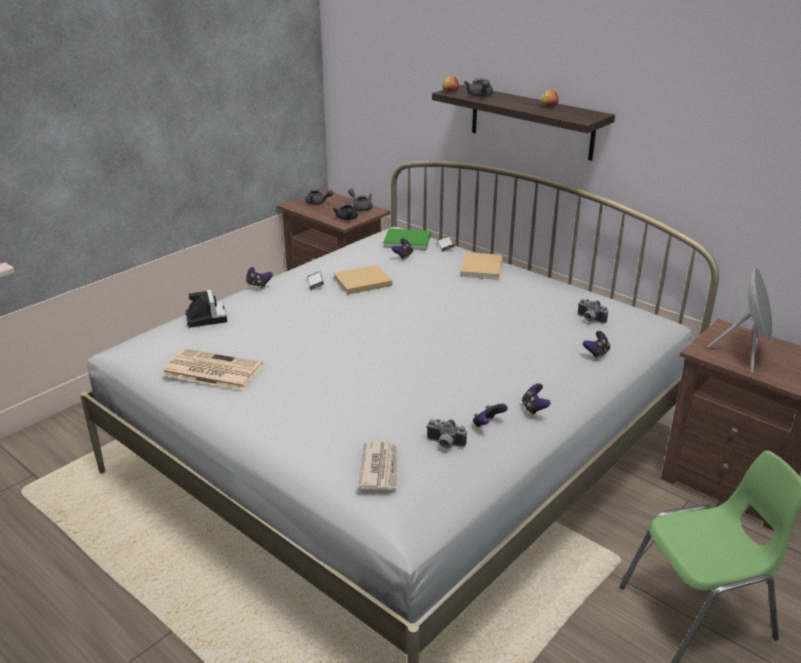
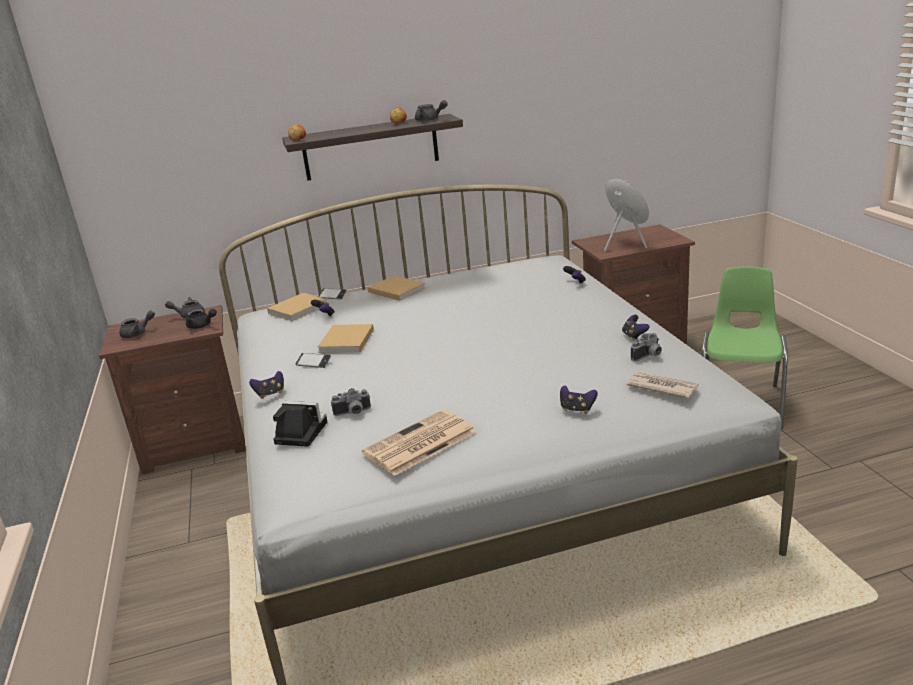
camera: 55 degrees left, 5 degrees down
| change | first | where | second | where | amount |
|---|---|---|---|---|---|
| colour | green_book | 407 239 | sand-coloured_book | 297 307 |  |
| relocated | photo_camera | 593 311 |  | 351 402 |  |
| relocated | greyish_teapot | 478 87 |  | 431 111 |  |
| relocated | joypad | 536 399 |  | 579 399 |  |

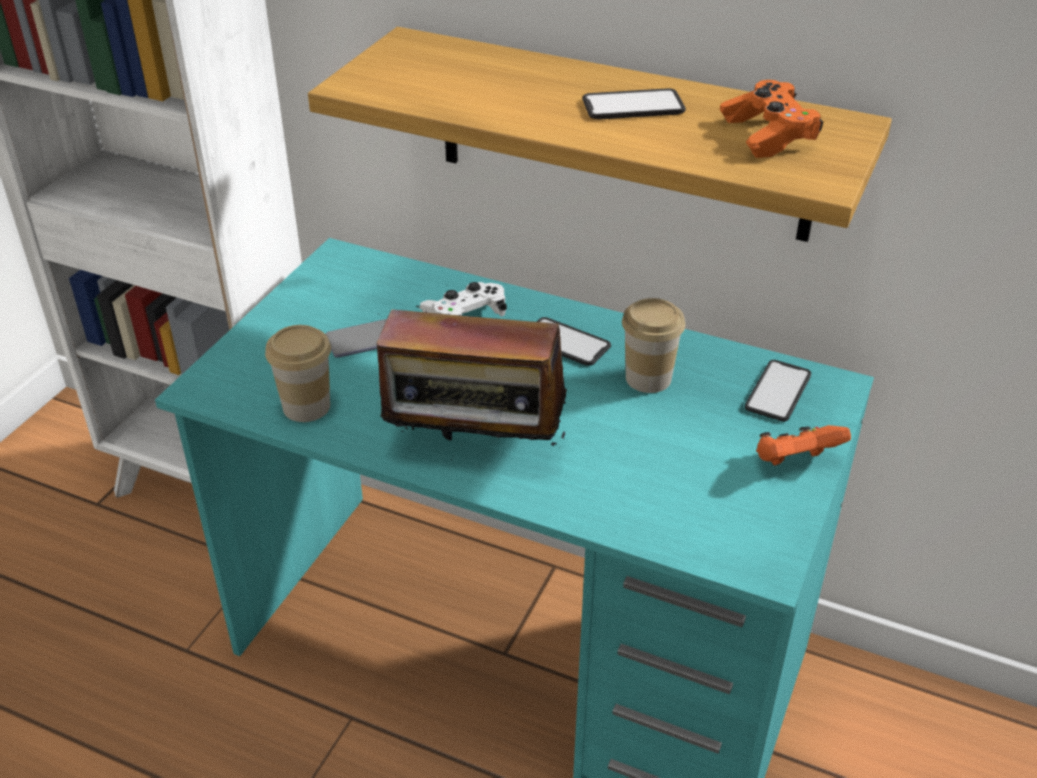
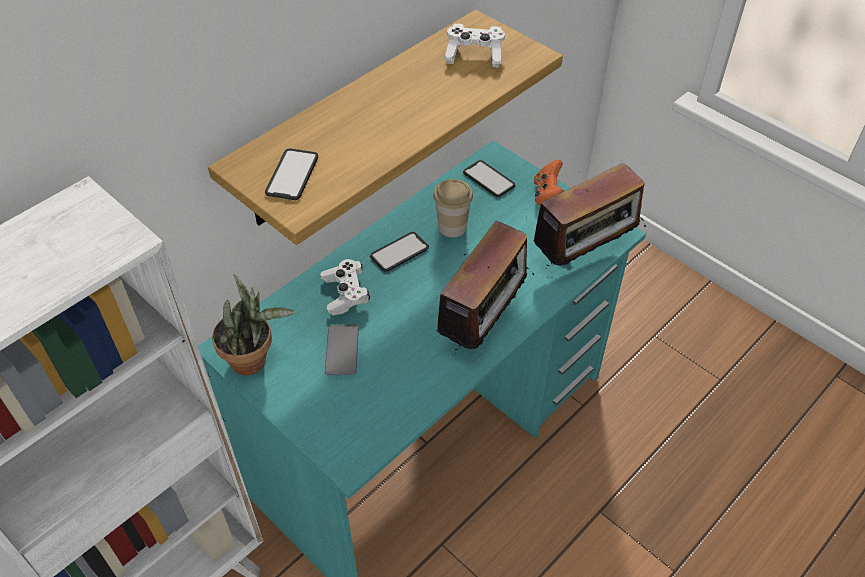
camera: 70 degrees left, 10 degrees up
| change | first | where | second | where | amount |
|---|---|---|---|---|---|
| appeared |  |  | plant_in_a_pot | 254 324 |  |
| relocated | telephone | 634 104 |  | 291 174 |  |
| colour | orange-coloured_joypad | 772 119 | white-coloured_joypad | 474 45 |  |
| appeared |  |  | radio_set | 589 216 |  |
| missing | drinking_cup | 298 373 |  |  |  |

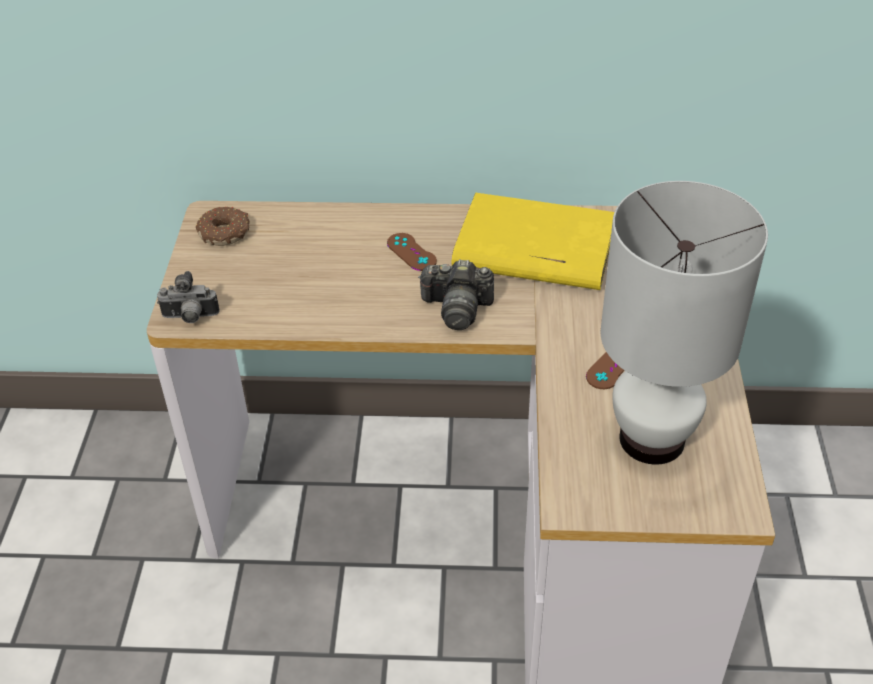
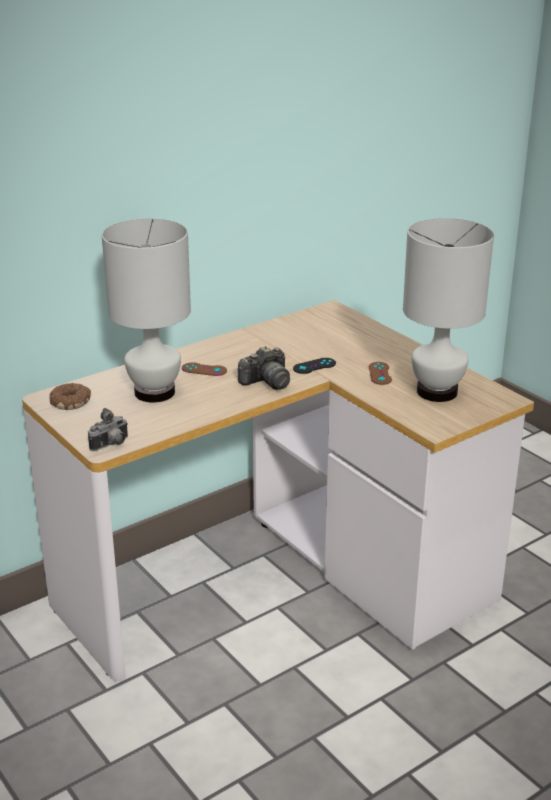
camera: 40 degrees left, 15 degrees down
| change | first | where | second | where | amount |
|---|---|---|---|---|---|
| appeared |  |  | white-coloured_lamp_for_a_table | 146 310 |  |
| appeared |  |  | blackish_joypad | 314 366 |  |
| missing | yellow_book | 533 241 |  |  |  |

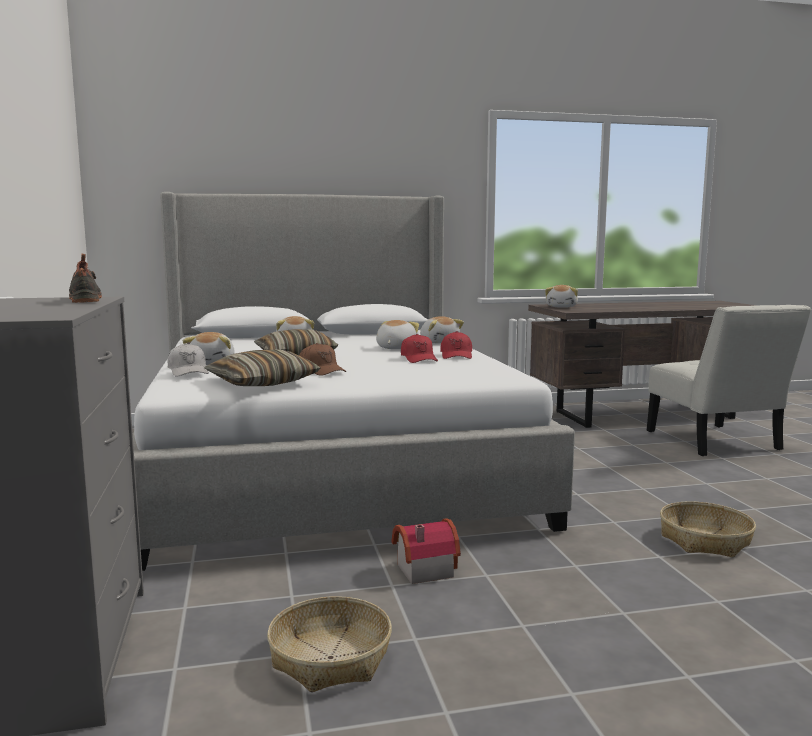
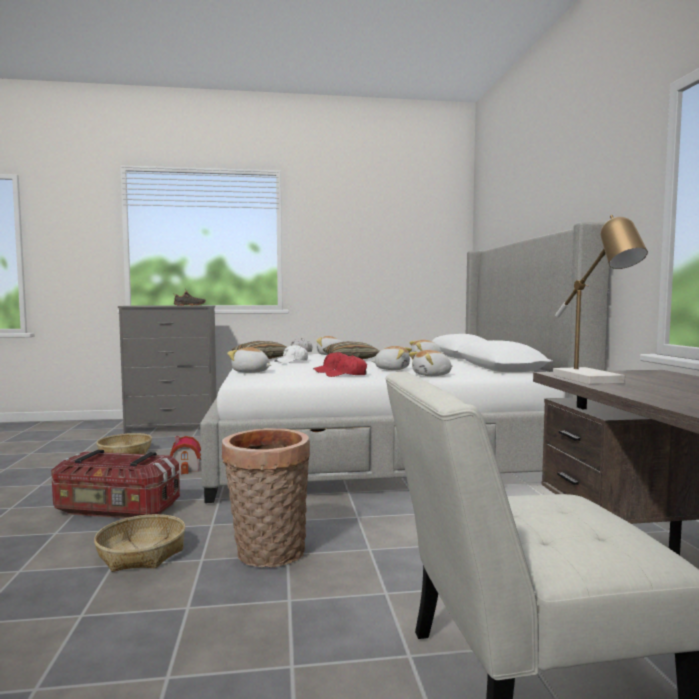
camera: 95 degrees right, 5 degrees down
| change | first | where | second | where | amount |
|---|---|---|---|---|---|
| appeared |  |  | storage_bin | 115 484 |  |
| appeared |  |  | household_basket | 266 498 |  |
| relocated | soft_toy | 561 296 |  | 249 360 |  |
| colour | brownish_peaked_cap | 322 359 | white-coloured_peaked_cap | 291 353 |  |
| appeared |  |  | lamp_for_a_table | 600 299 |  |

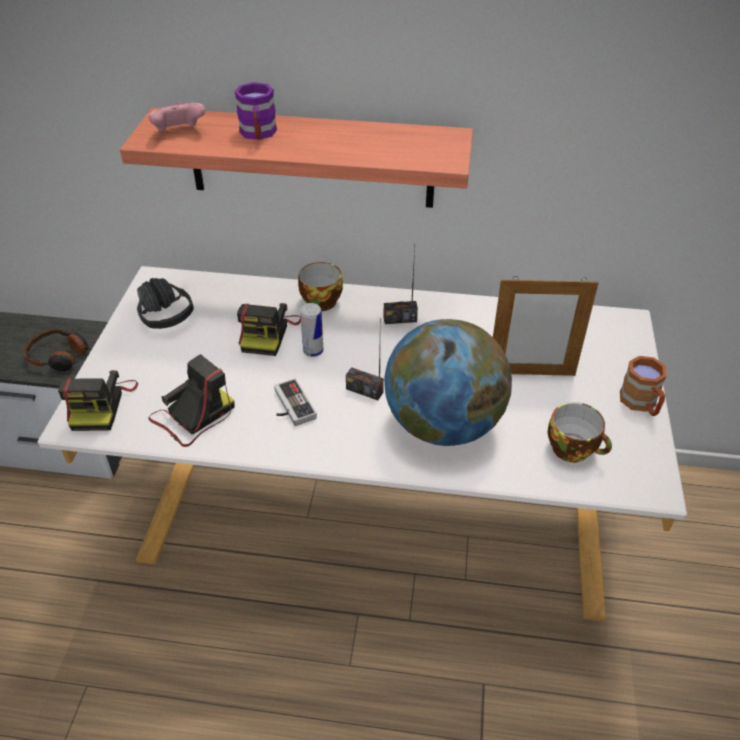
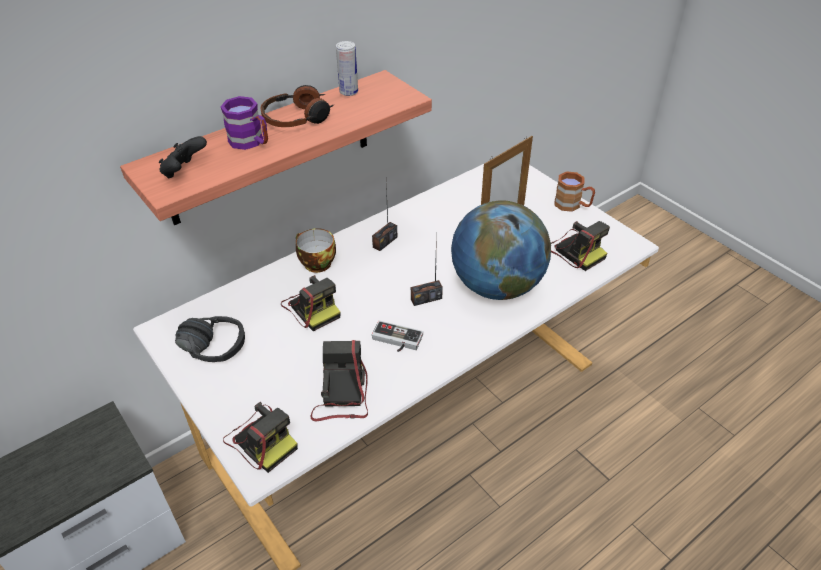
camera: 45 degrees left, 0 degrees up
| change | first | where | second | where | amount |
|---|---|---|---|---|---|
| colour | pinkish_joypad | 176 117 | blackish_joypad | 183 157 |  |
| relocated | pair_of_headphones | 57 350 |  | 297 106 |  |
| relocated | can | 312 330 |  | 347 68 |  |
| exchanged | drinking_cup | 580 432 | photo_camera | 580 246 |  |

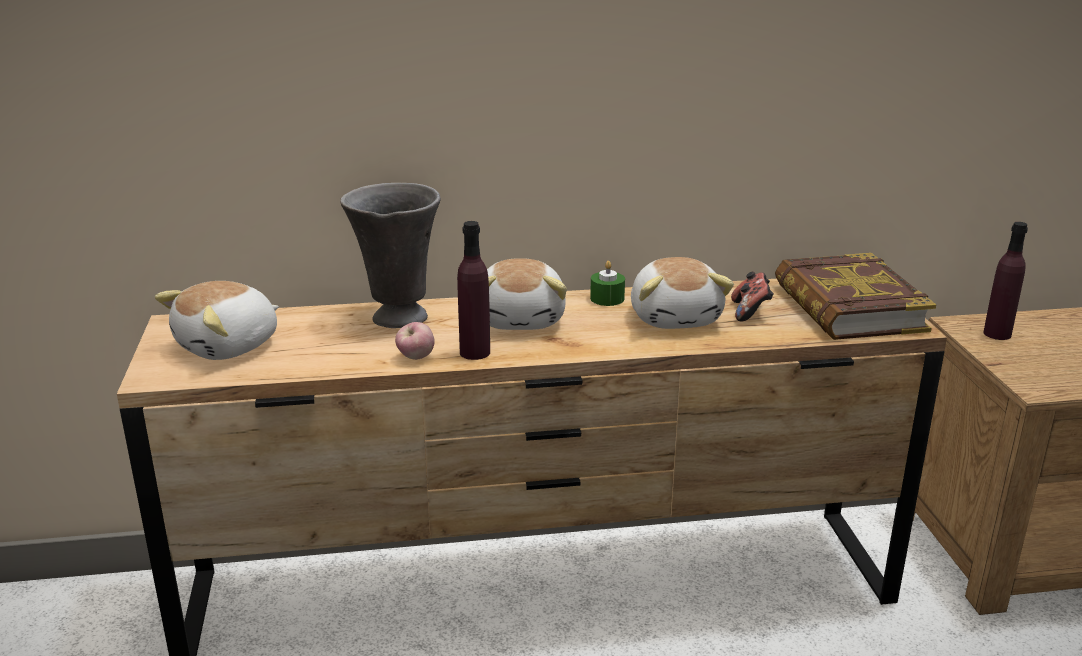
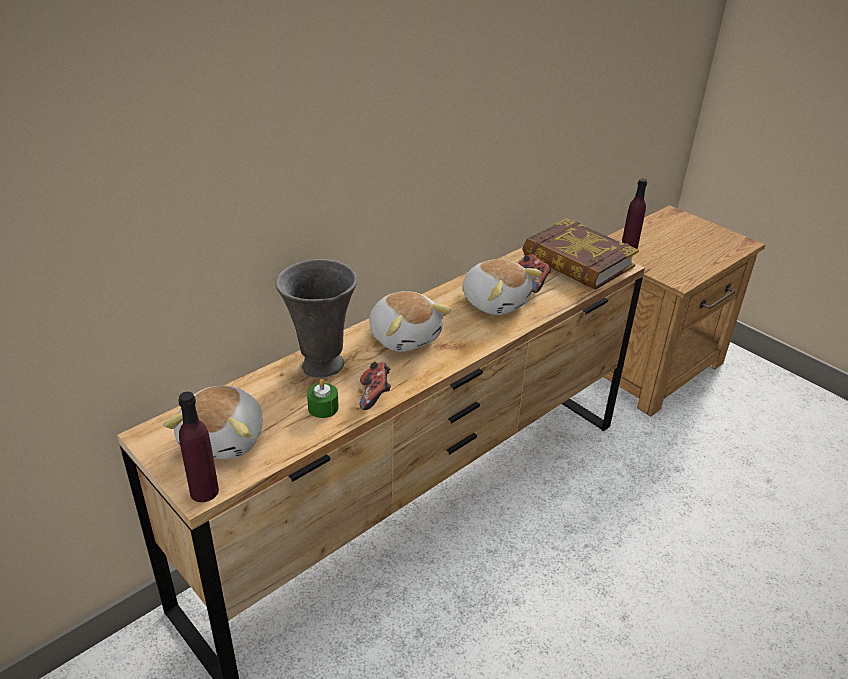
camera: 35 degrees left, 10 degrees up
| change | first | where | second | where | amount |
|---|---|---|---|---|---|
| relocated | purple-coloured_drink_bottle | 473 290 |  | 198 447 |  |
| relocated | green_wax_light | 607 283 |  | 323 398 |  |
| exchanged | whole_apple | 415 341 | joypad | 375 386 |  |

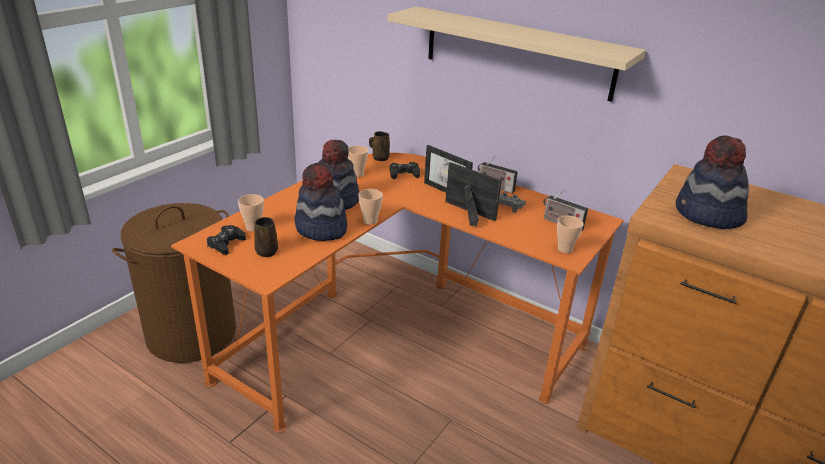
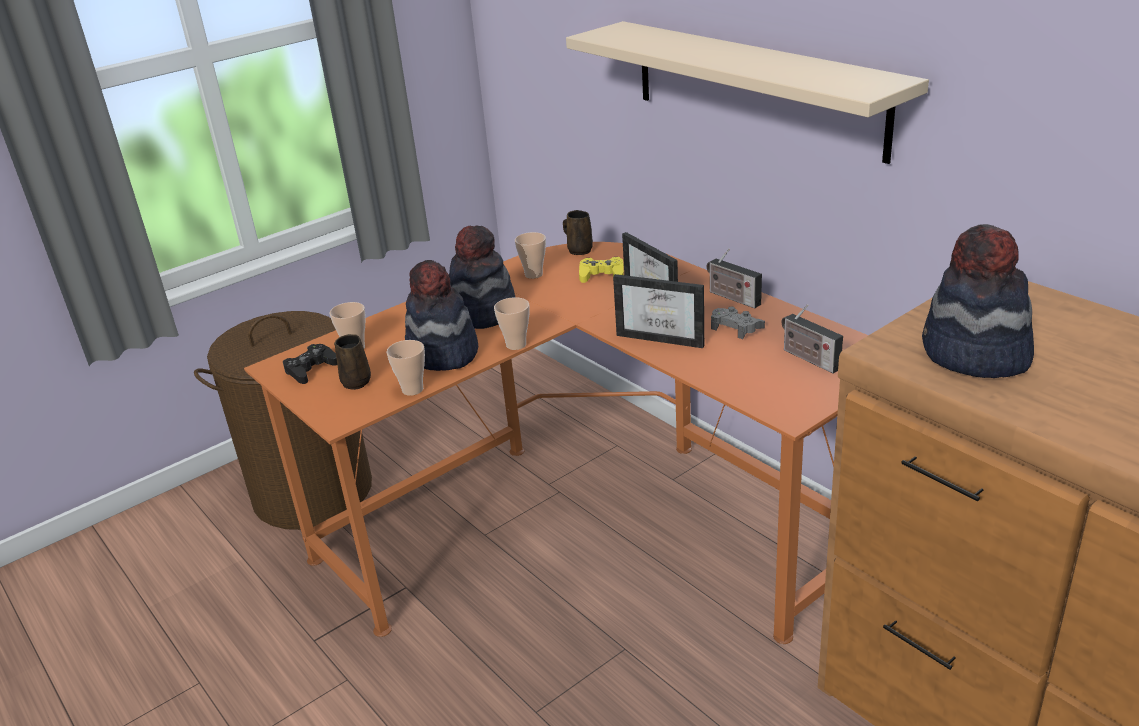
camera: 20 degrees right, 0 degrees up
| change | first | where | second | where | amount |
|---|---|---|---|---|---|
| relocated | drinking_cup | 570 234 |  | 406 368 |  |
| colour | blackish_joypad | 405 170 | yellow_joypad | 601 270 |  |
| spun | standing_frame | 473 194 |  | 658 311 | 150 degrees clockwise |

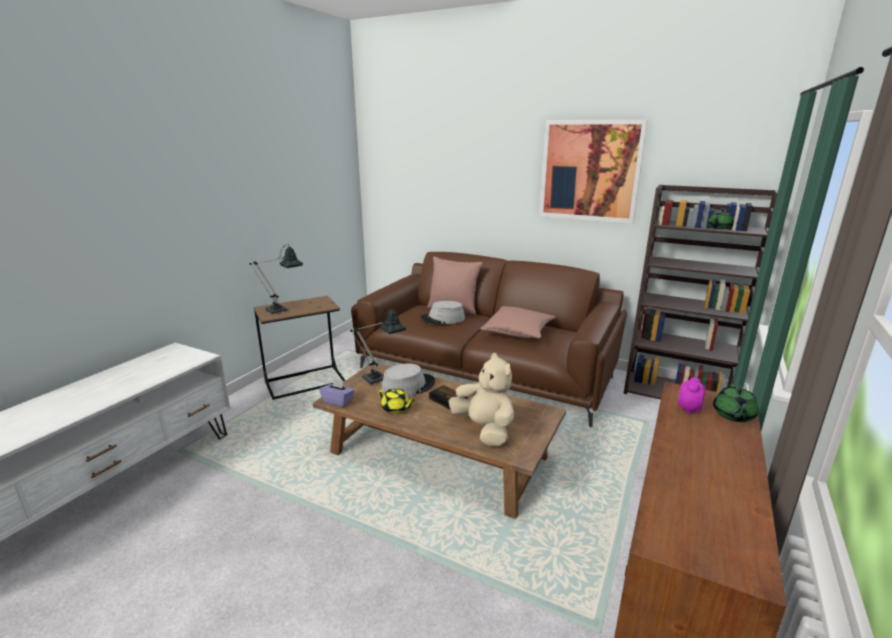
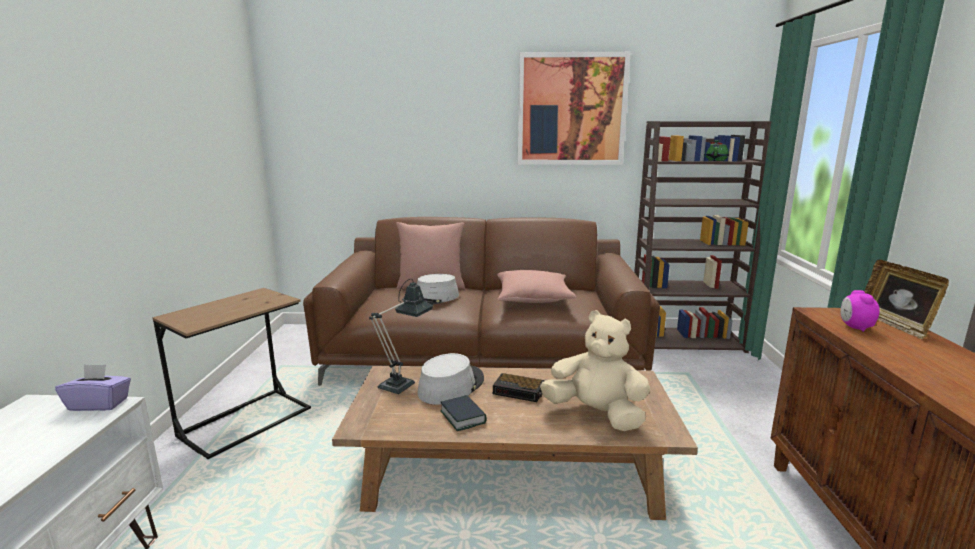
camera: 25 degrees left, 5 degrees down
| change | first | where | second | where | amount |
|---|---|---|---|---|---|
| relocated | purple-coloured_box_of_tissues | 337 392 |  | 93 387 |  |
| exchanged | yellow_teapot | 396 401 | book | 463 413 |  |
| exchanged | green_teapot | 735 403 | standing_frame | 906 299 |  |
| missing | lamp_for_a_table | 276 279 |  |  |  |

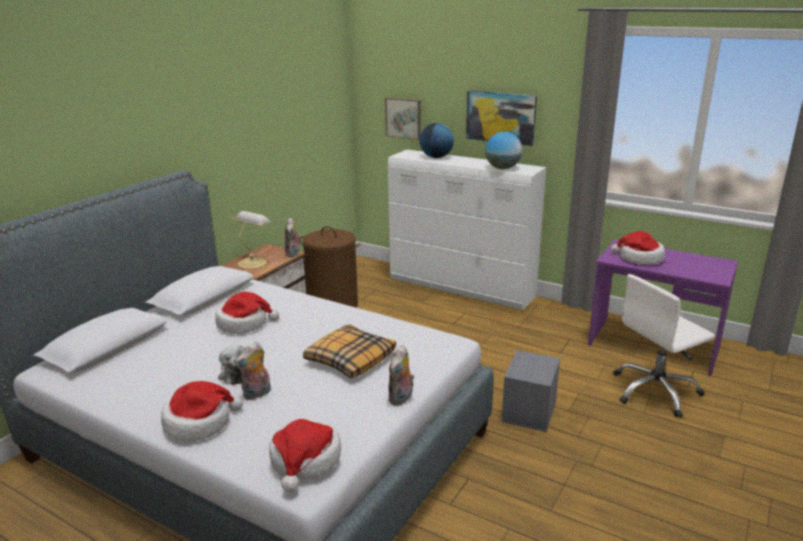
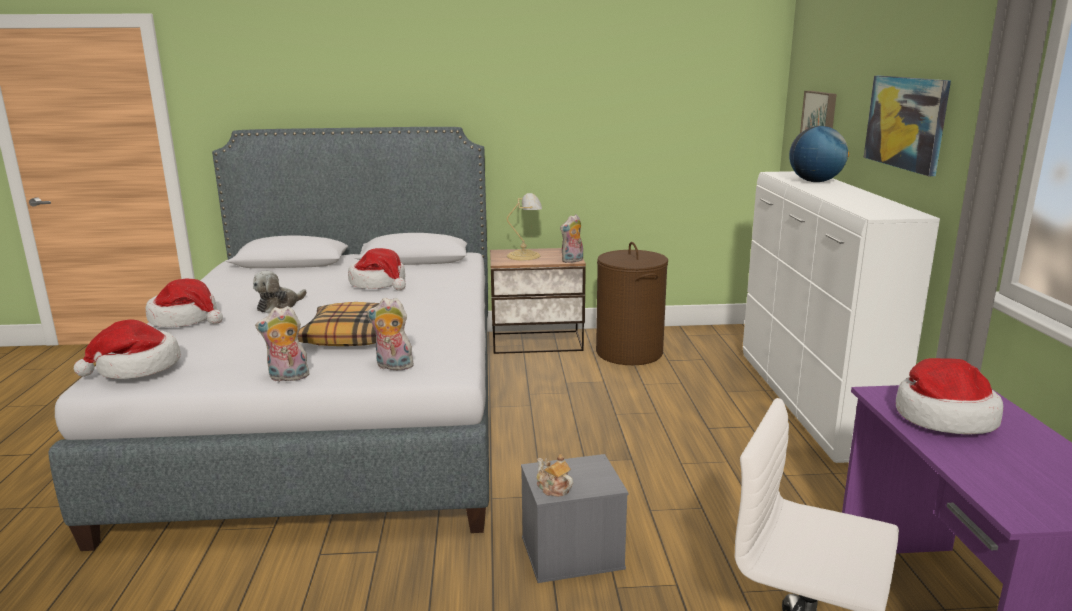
camera: 55 degrees right, 5 degrees down
| change | first | where | second | where | amount |
|---|---|---|---|---|---|
| relocated | soft_toy | 253 370 |  | 392 334 |  |
| appeared |  |  | teapot | 554 475 |  |
| missing | world_globe | 503 150 |  |  |  |

